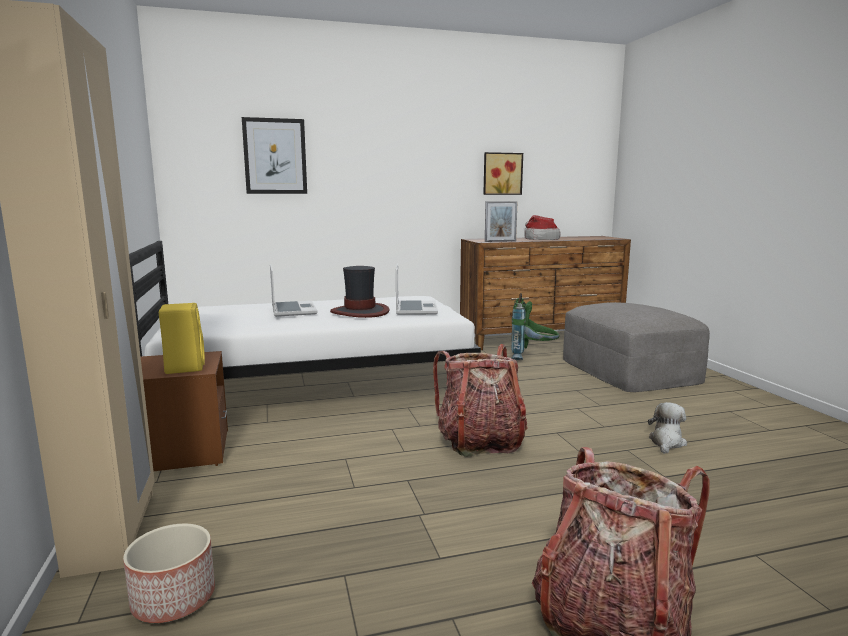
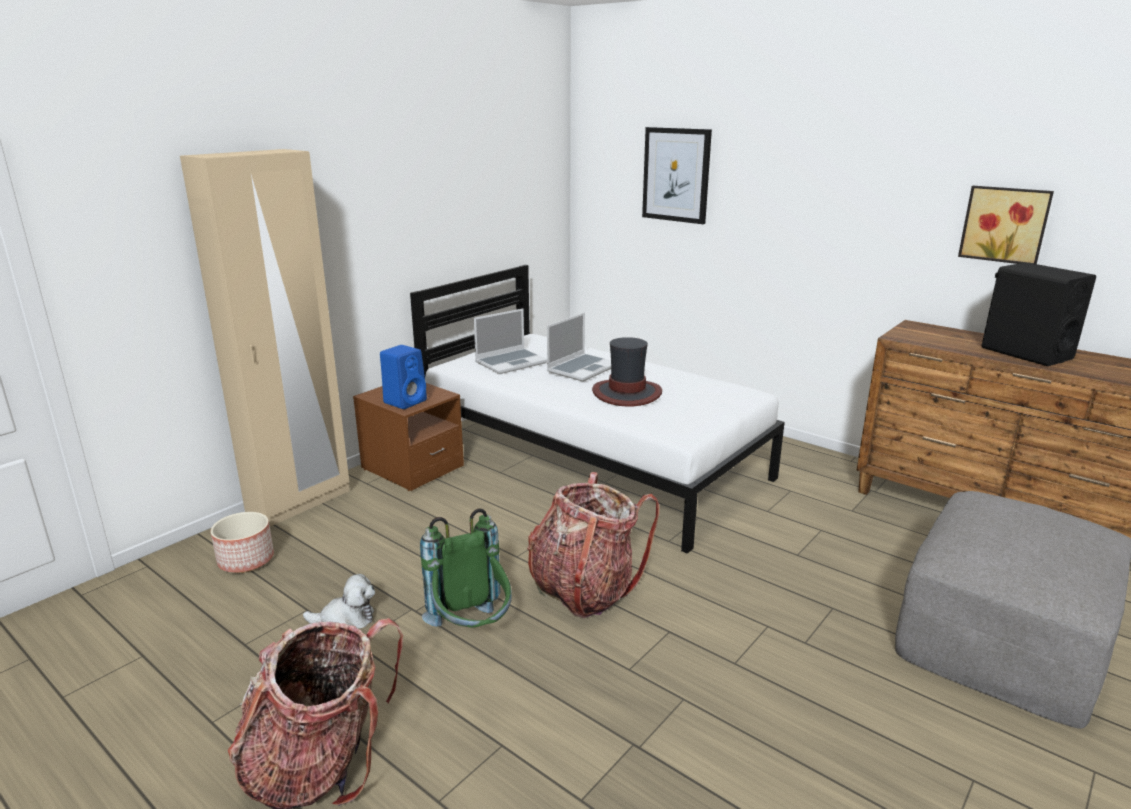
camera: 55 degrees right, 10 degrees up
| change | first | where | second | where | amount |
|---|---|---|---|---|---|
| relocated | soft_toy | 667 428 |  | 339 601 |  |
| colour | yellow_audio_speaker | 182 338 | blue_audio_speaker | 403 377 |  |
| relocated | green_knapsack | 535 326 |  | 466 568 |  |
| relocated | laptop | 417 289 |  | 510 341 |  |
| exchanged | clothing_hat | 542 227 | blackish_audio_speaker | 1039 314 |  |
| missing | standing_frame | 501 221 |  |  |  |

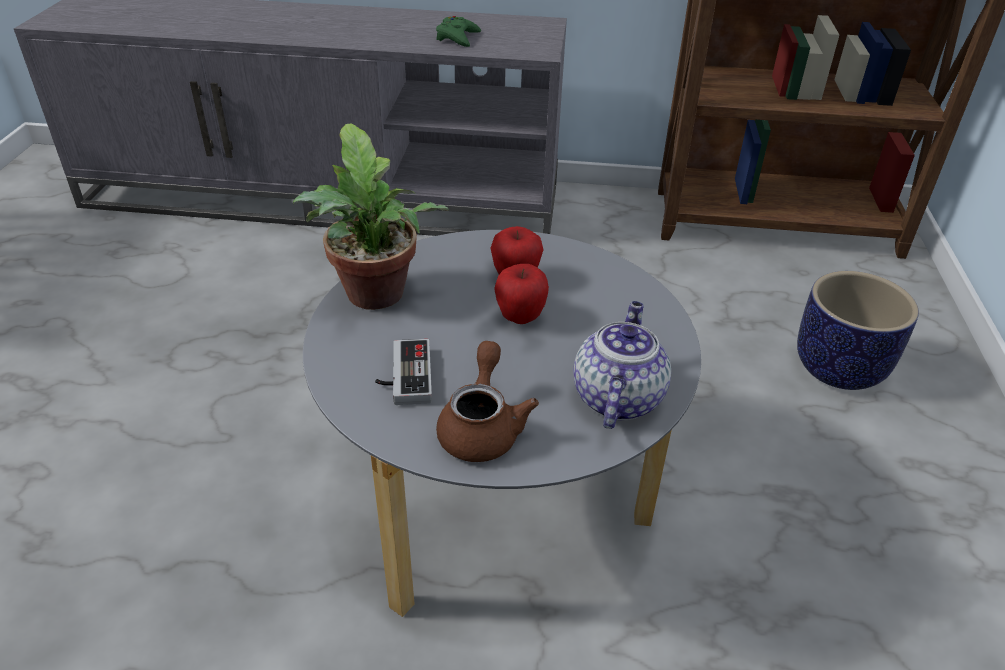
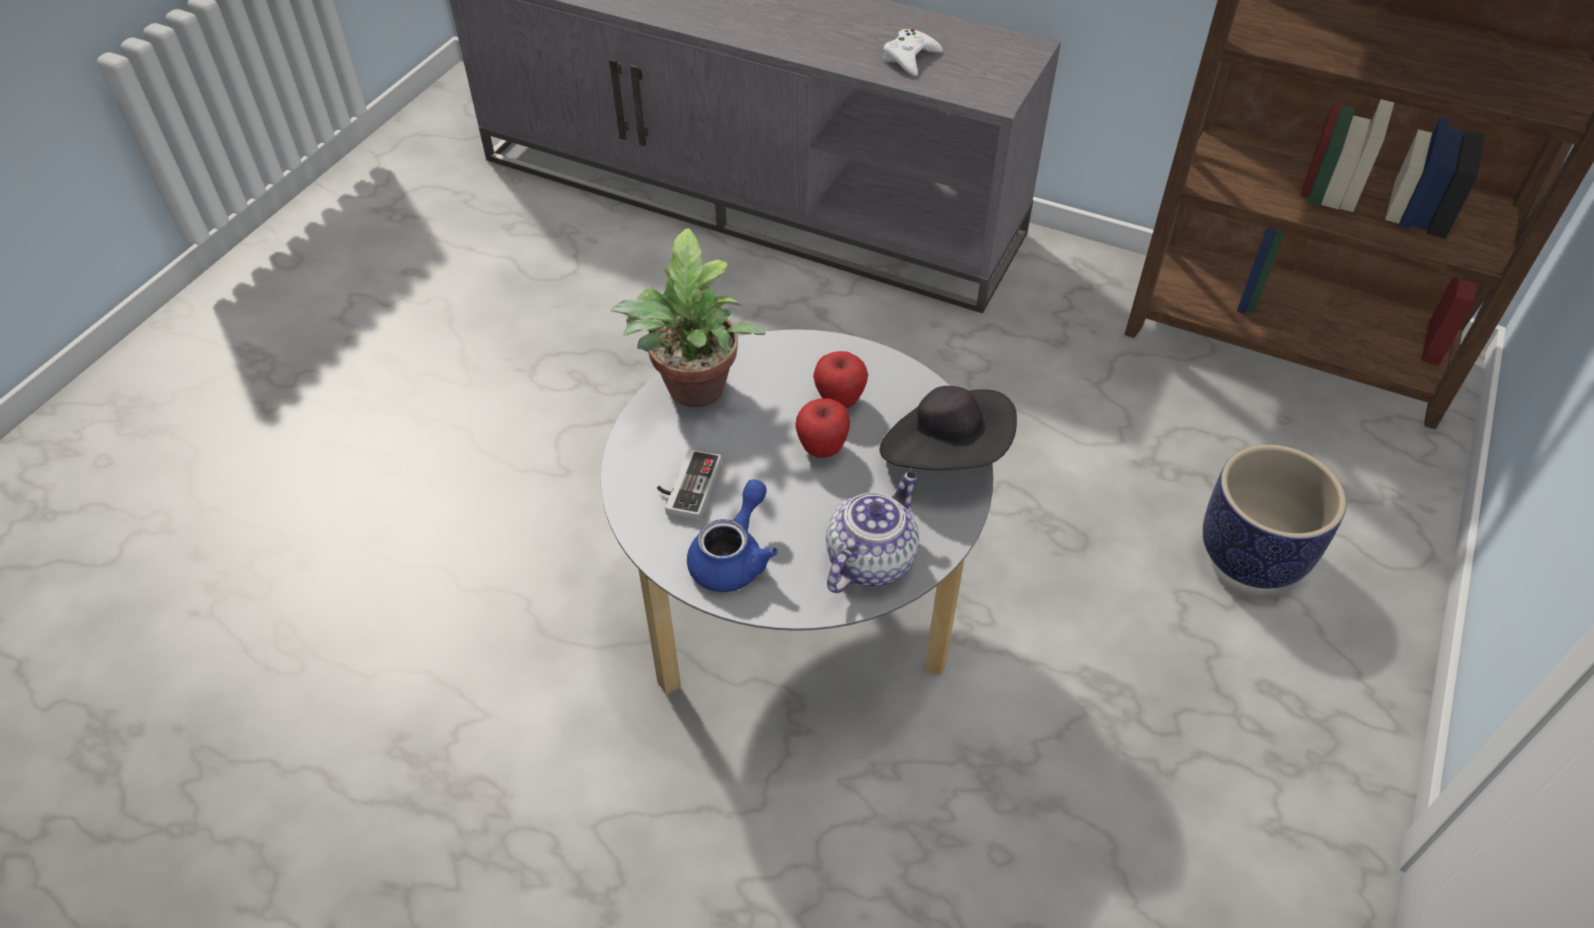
camera: 20 degrees right, 10 degrees up
| change | first | where | second | where | amount |
|---|---|---|---|---|---|
| colour | brownish_teapot | 487 401 | blue_teapot | 732 535 |  |
| appeared |  |  | blackish_clothing_hat | 948 428 |  |
| colour | green_joypad | 458 31 | white-coloured_joypad | 913 52 |  |

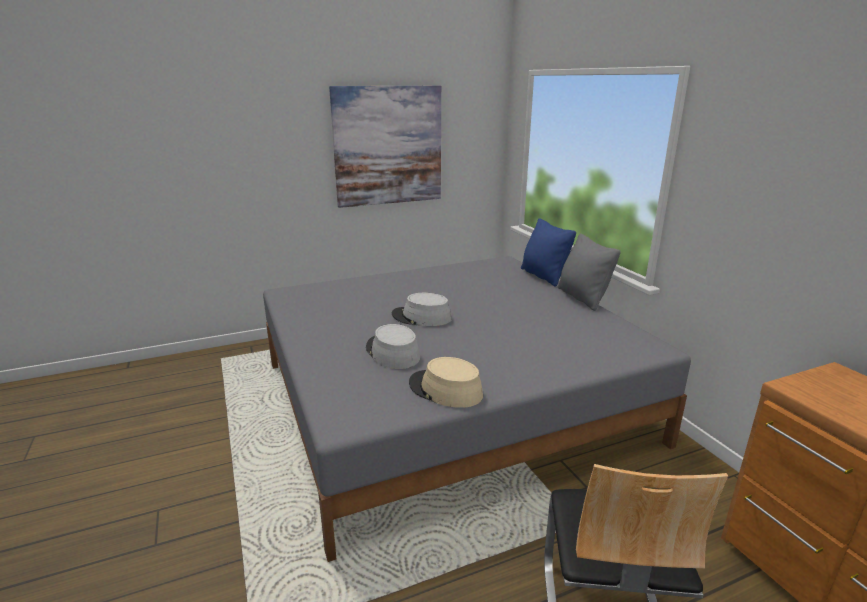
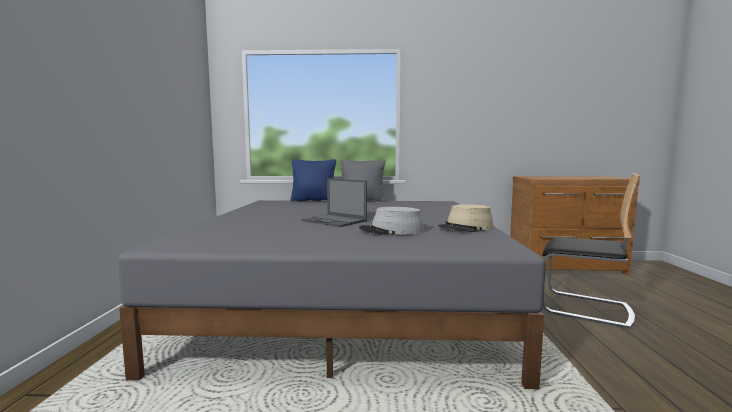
camera: 65 degrees left, 15 degrees down
| change | first | where | second | where | amount |
|---|---|---|---|---|---|
| exchanged | greyish_clothing_hat | 422 309 | laptop | 334 202 |  |
| missing | wall_art | 385 147 |  |  |  |

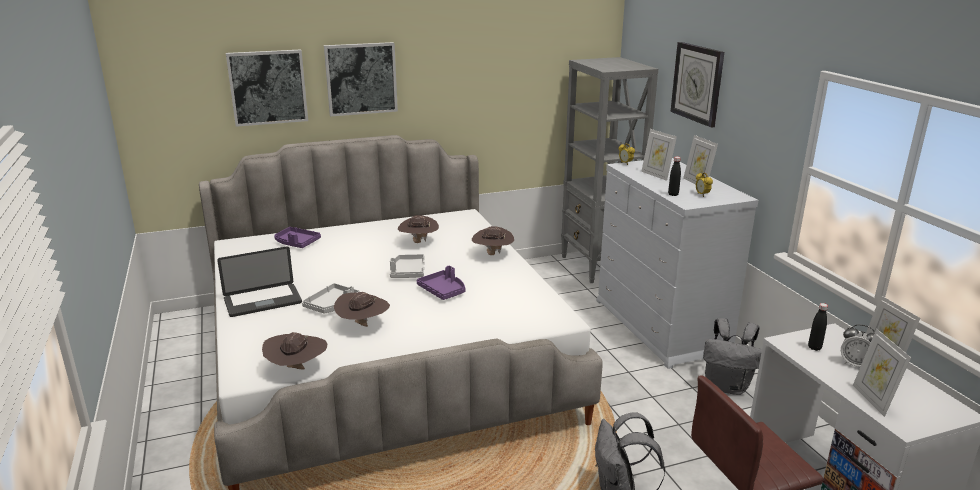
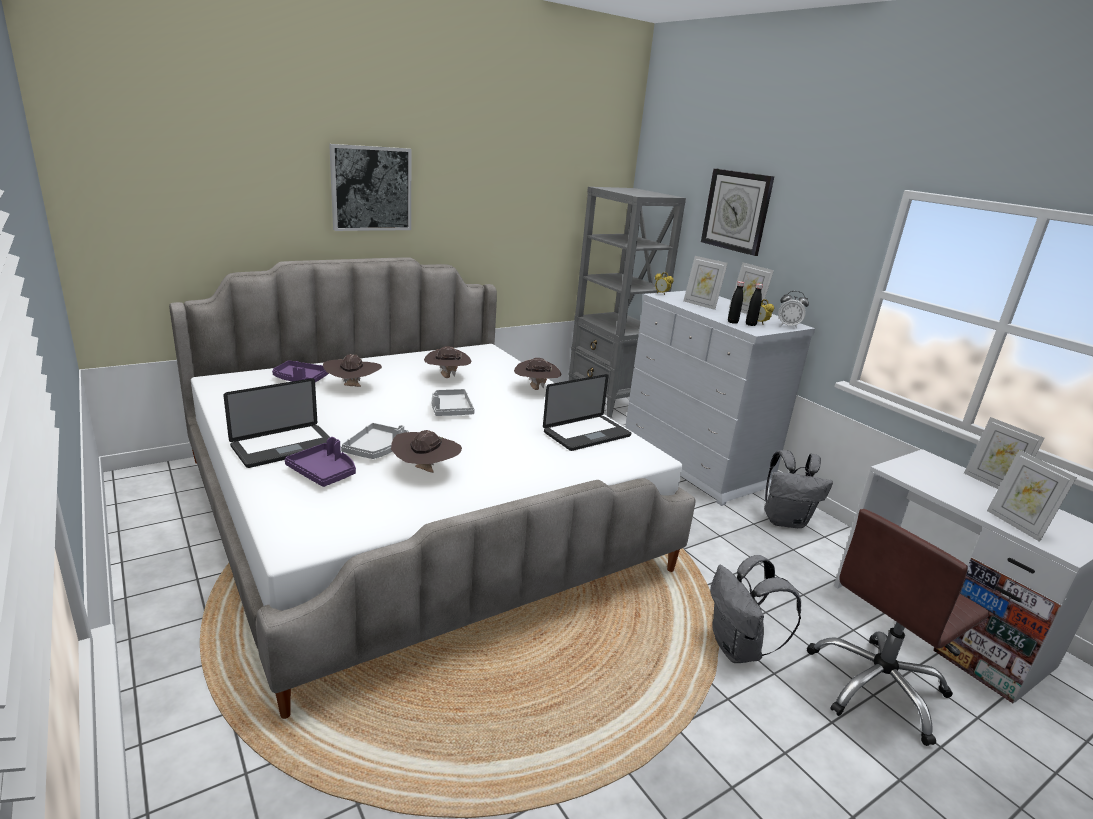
camera: 15 degrees left, 0 degrees up
| change | first | where | second | where | amount |
|---|---|---|---|---|---|
| relocated | purple-coloured_serving_tray | 441 282 |  | 320 462 |  |
| relocated | brownish_clothing_hat | 294 350 |  | 352 370 |  |
| appeared |  |  | laptop | 587 412 |  |
| relocated | blackish_drink_bottle | 818 327 |  | 754 305 |  |
| relocated | alarm_clock | 858 345 |  | 793 310 |  |
| missing | wall_art | 267 88 |  |  |  |

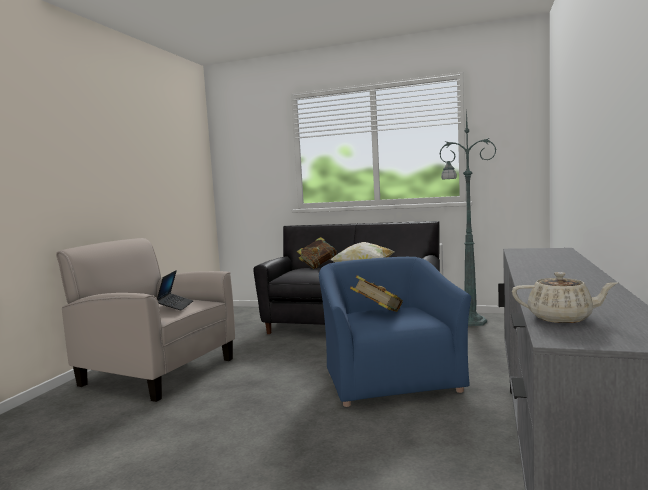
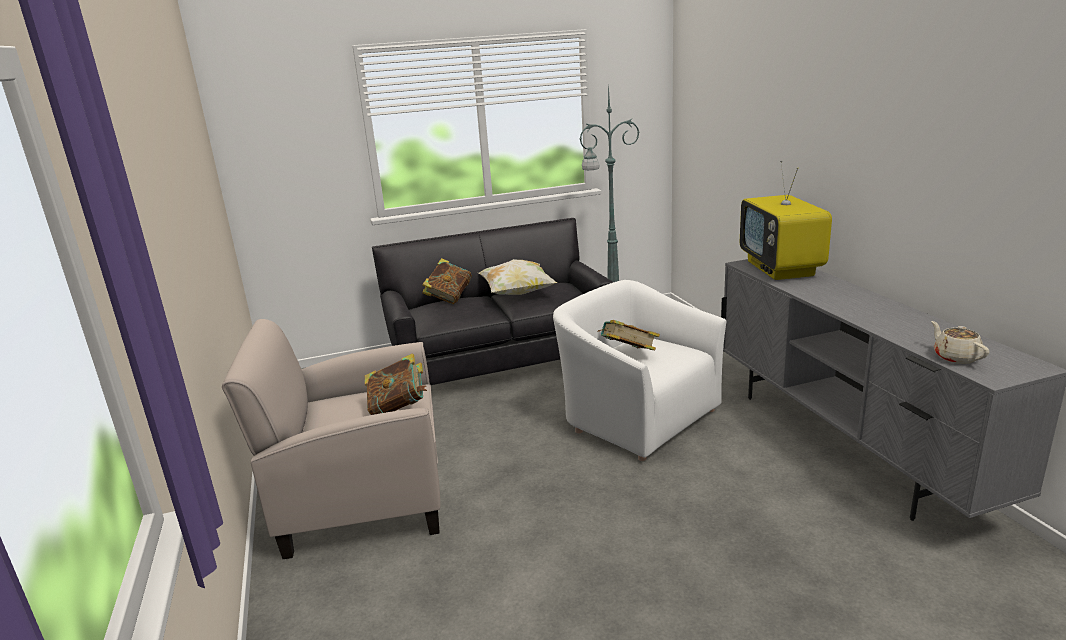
camera: 35 degrees left, 15 degrees up
| change | first | where | second | where | amount |
|---|---|---|---|---|---|
| exchanged | laptop | 175 290 | book | 396 384 |  |
| colour | blue_lounge_chair | 395 332 | white-coloured_lounge_chair | 639 370 |  |
| appeared |  |  | TV | 786 220 |  |
| spun | sand-coloured_teapot | 564 297 |  | 960 342 | 90 degrees counterclockwise |

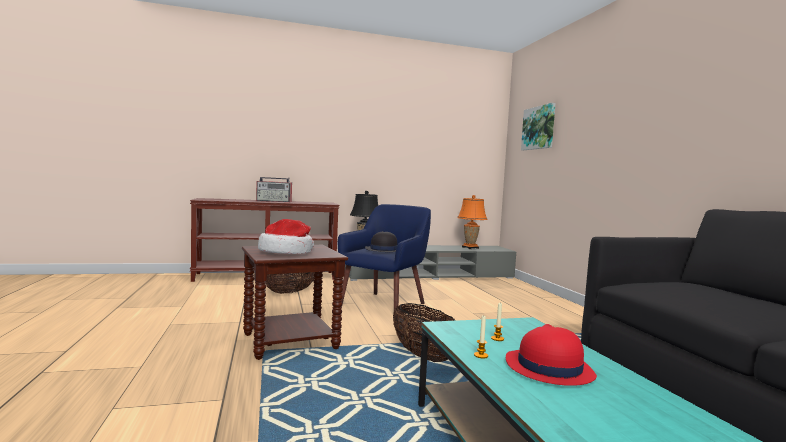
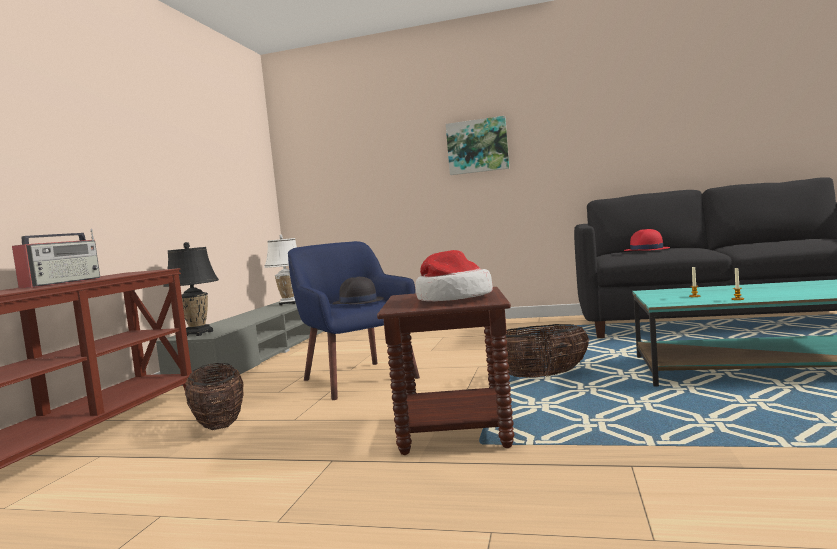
camera: 60 degrees left, 0 degrees up
| change | first | where | second | where | amount |
|---|---|---|---|---|---|
| colour | orange-coloured_lamp_for_a_table | 472 222 | white-coloured_lamp_for_a_table | 280 270 |  |
| relocated | wall_art | 538 126 |  | 477 145 |  |
| relocated | red_clothing_hat | 551 355 |  | 647 240 |  |

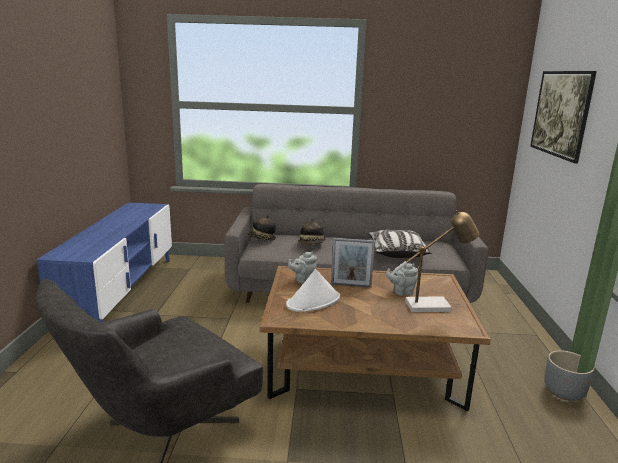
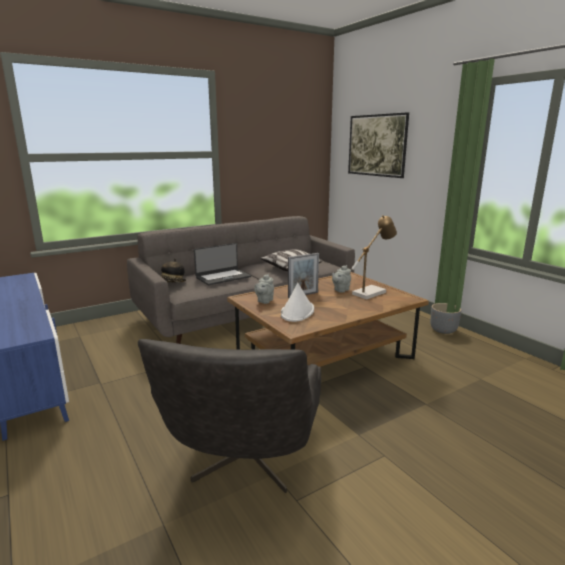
camera: 35 degrees left, 0 degrees up
| change | first | where | second | where | amount |
|---|---|---|---|---|---|
| exchanged | clothing_hat | 312 232 | laptop | 222 264 |  |

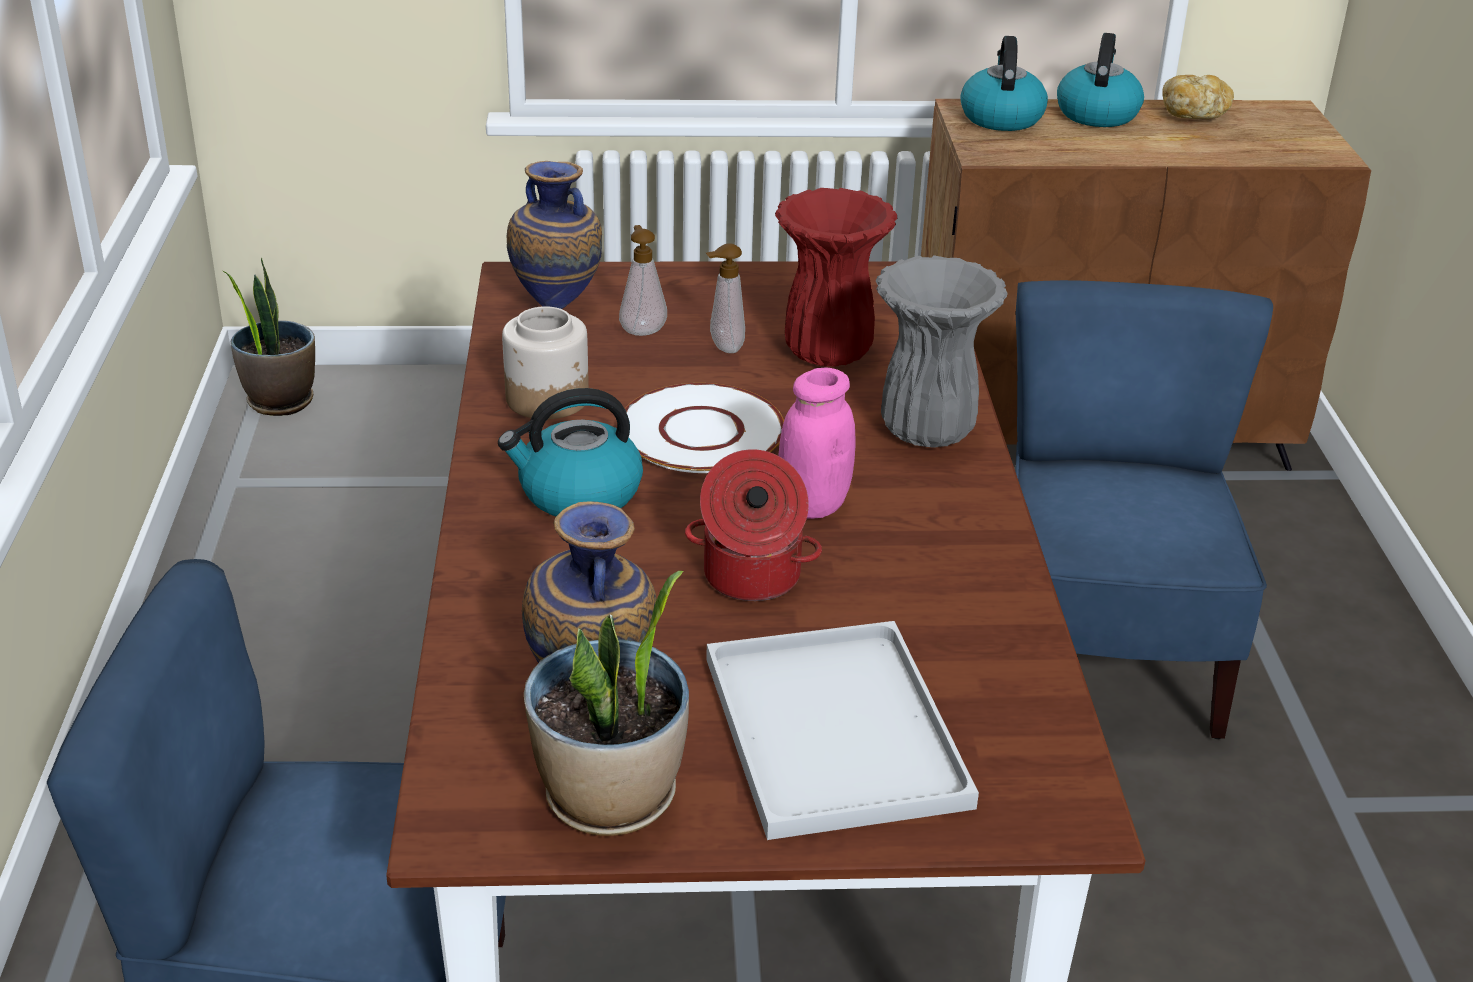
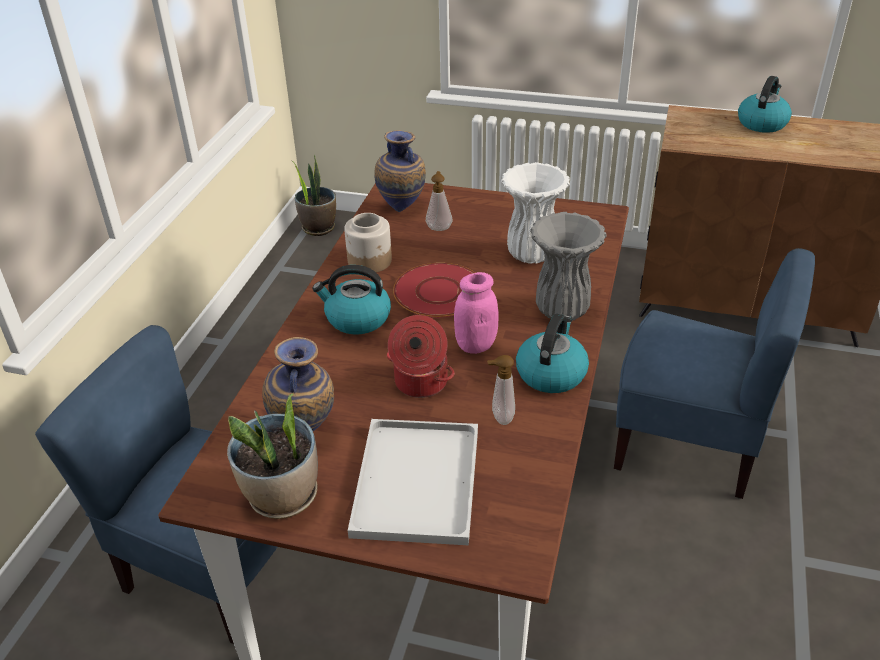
camera: 20 degrees right, 5 degrees up
| change | first | where | second | where | amount |
|---|---|---|---|---|---|
| colour | white-coloured_flat_dish | 704 428 | red_flat_dish | 434 290 |  |
| relocated | soap_dispenser | 725 298 |  | 501 390 |  |
| colour | red_decorative_vase | 836 277 | white-coloured_decorative_vase | 535 213 |  |
| relocated | kettle | 1004 83 |  | 552 353 |  |
| spun | blue_plain_chair | 1144 509 |  | 714 373 | 90 degrees clockwise |
| missing | bakery_bread | 1198 97 |  |  |  |

